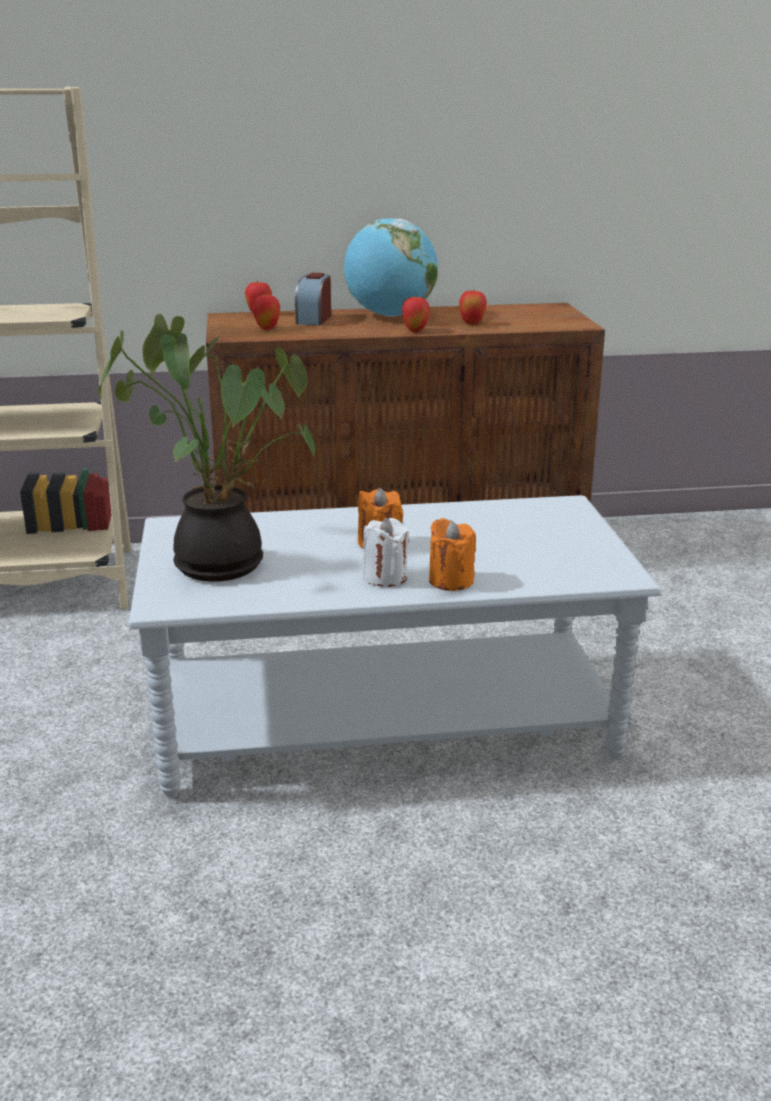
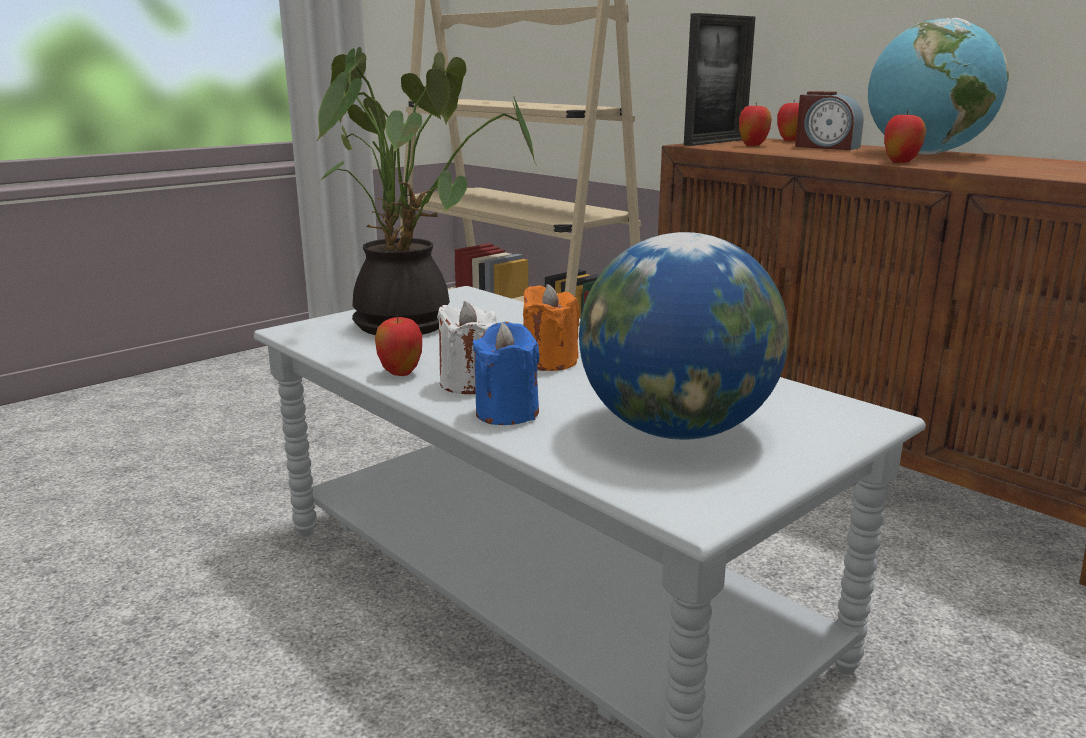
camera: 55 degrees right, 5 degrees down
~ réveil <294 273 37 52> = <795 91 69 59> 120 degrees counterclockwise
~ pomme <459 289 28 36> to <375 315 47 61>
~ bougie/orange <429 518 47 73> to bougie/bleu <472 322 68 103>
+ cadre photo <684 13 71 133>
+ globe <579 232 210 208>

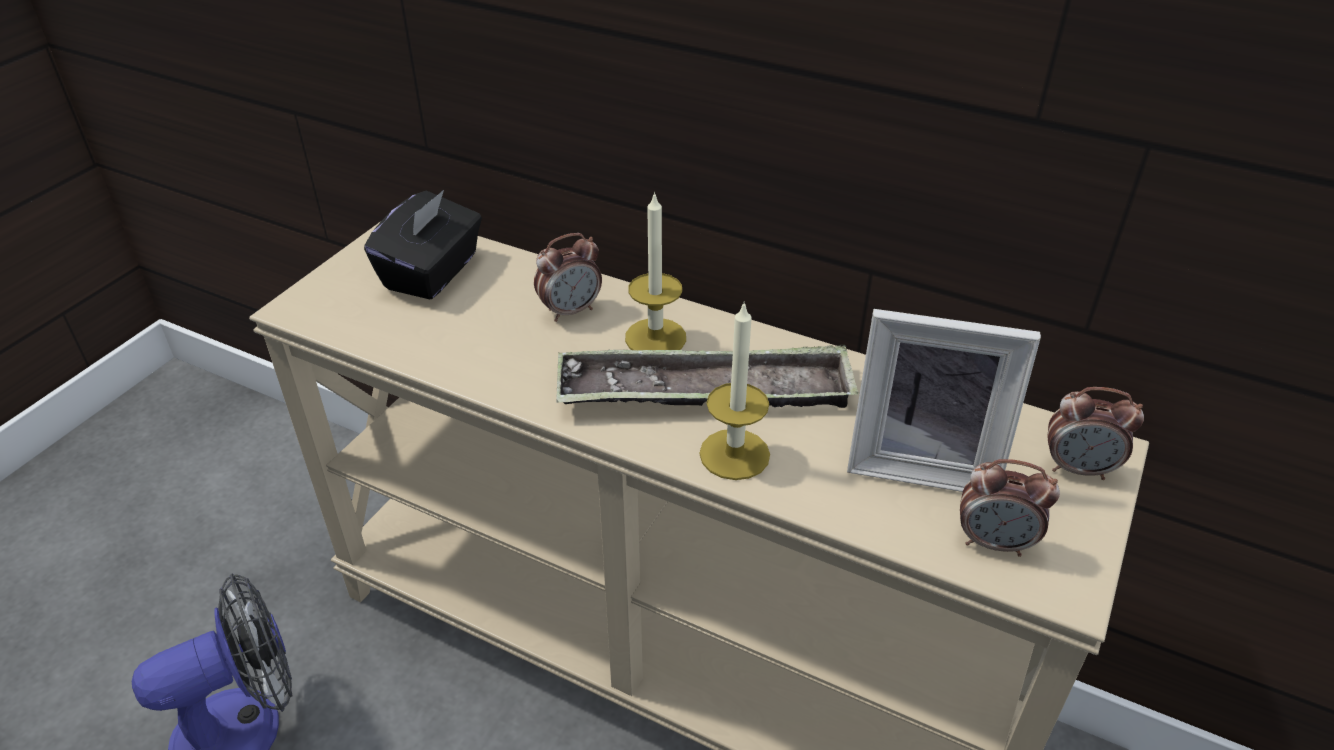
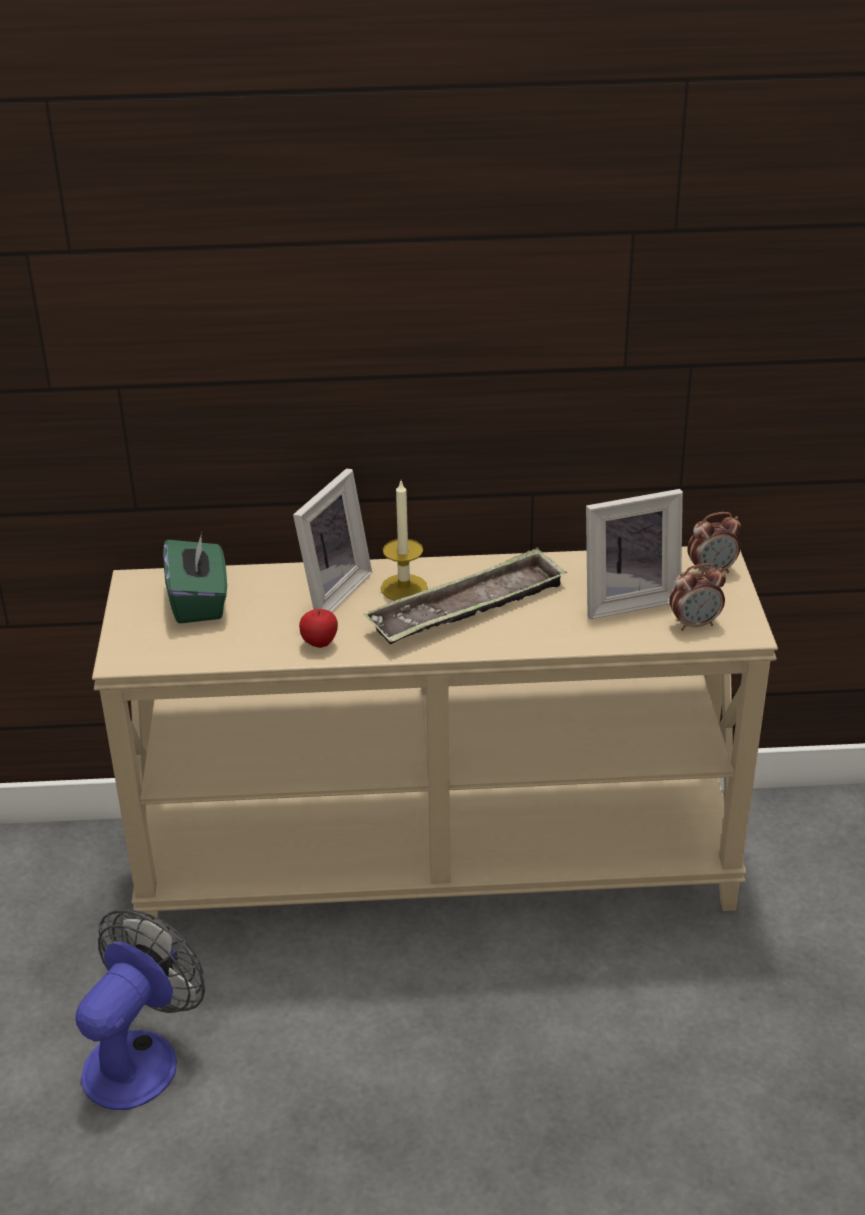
camera: 30 degrees left, 5 degrees down
~ boîte à mouchoirs/noir <364 190 118 110> to boîte à mouchoirs/vert <163 533 64 90>
~ réveil <534 233 68 89> to cadre photo <293 468 79 144>
- bougie <699 301 71 179>
+ pomme <299 609 39 39>

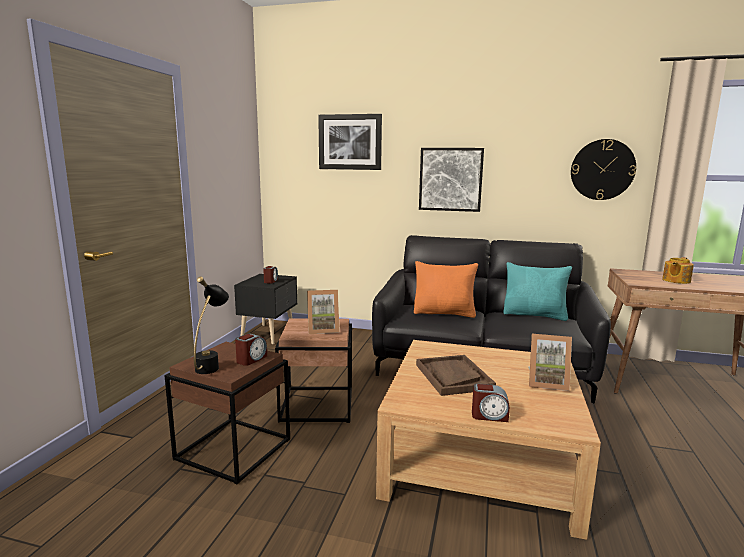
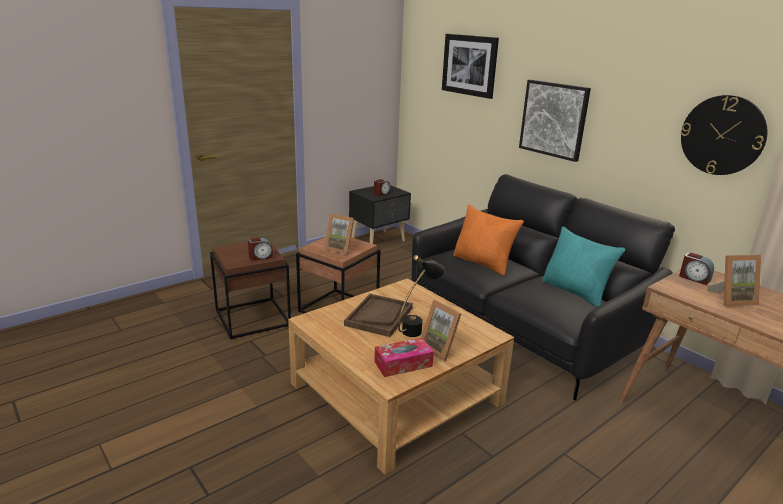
camera: 35 degrees right, 10 degrees up
~ théière <662 257 32 27> to cadre photo <707 255 54 51>
~ lampe de table/noir <194 277 35 97> to <398 255 47 82>
~ réveil <472 383 38 39> to <679 253 35 32>
+ boîte à mouchoirs <374 338 60 39>

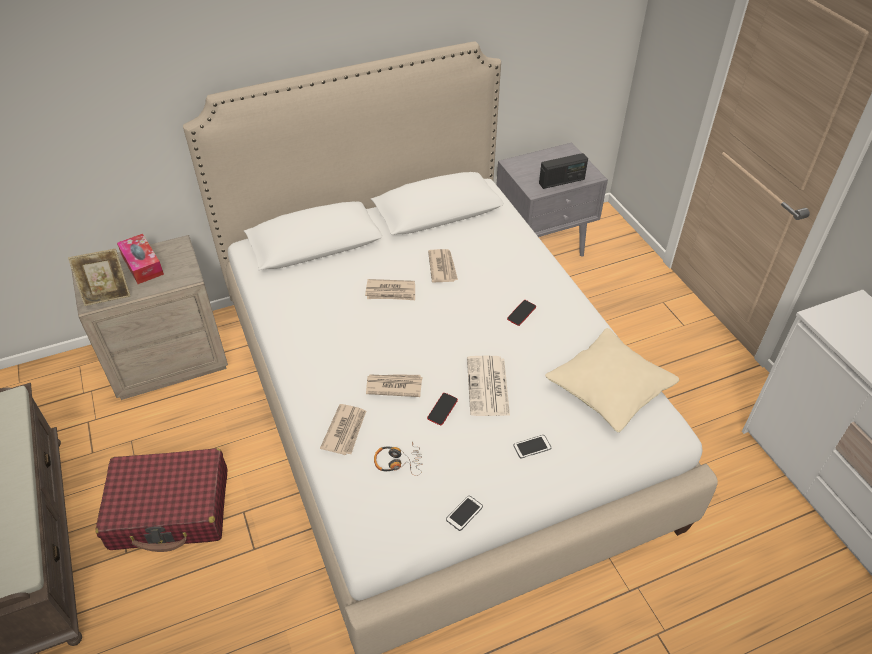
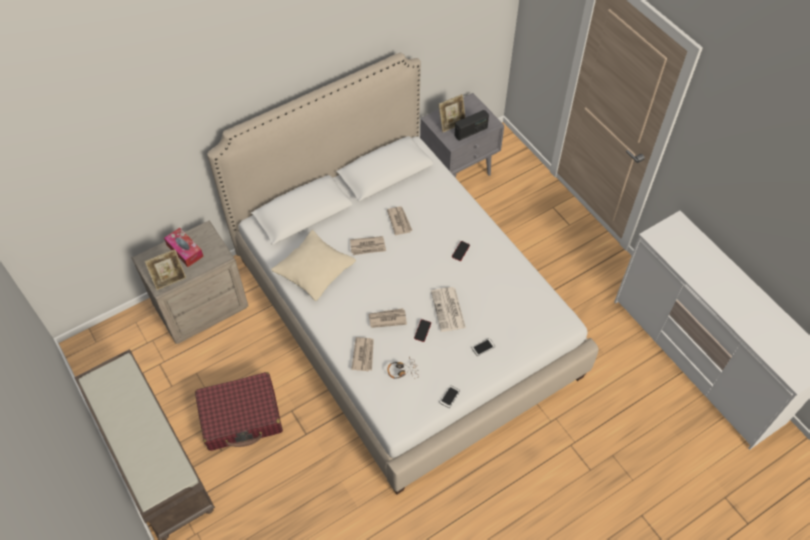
camera: 10 degrees left, 10 degrees up
~ coussin/beige <545 328 134 104> to <271 230 85 71>
+ cadre photo <438 94 28 39>

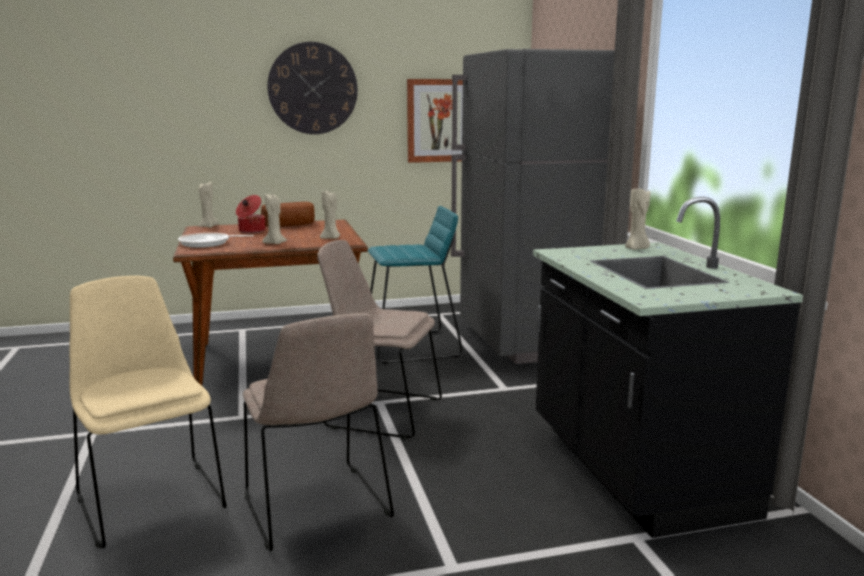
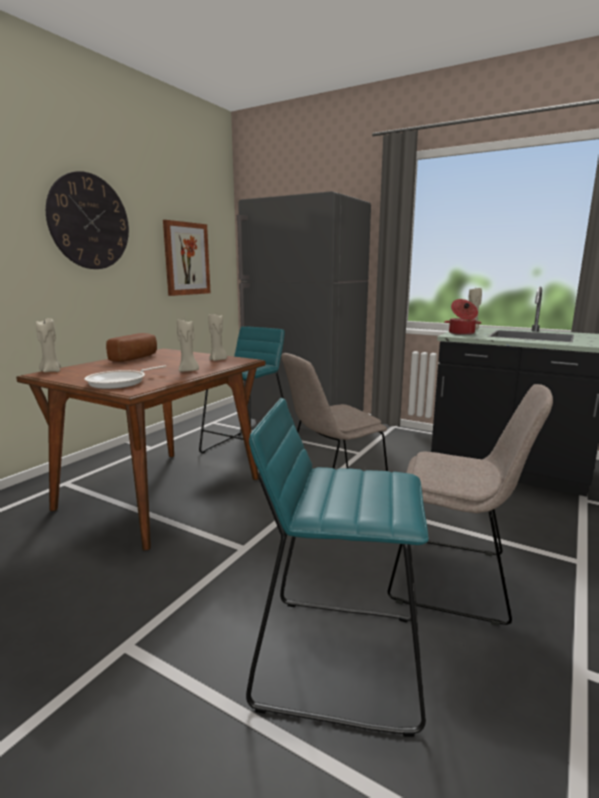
camera: 45 degrees left, 0 degrees up
~ marmite <236 195 30 38> to <444 299 38 36>
~ chaise/beige <69 276 158 272> to tabouret/turquoise <246 398 182 339>

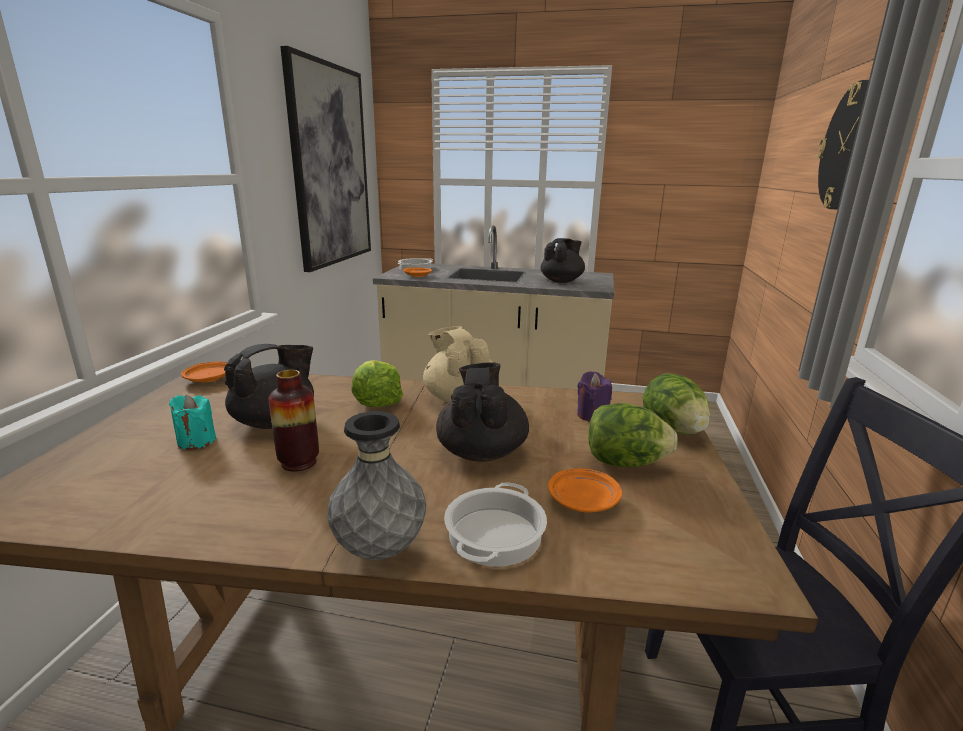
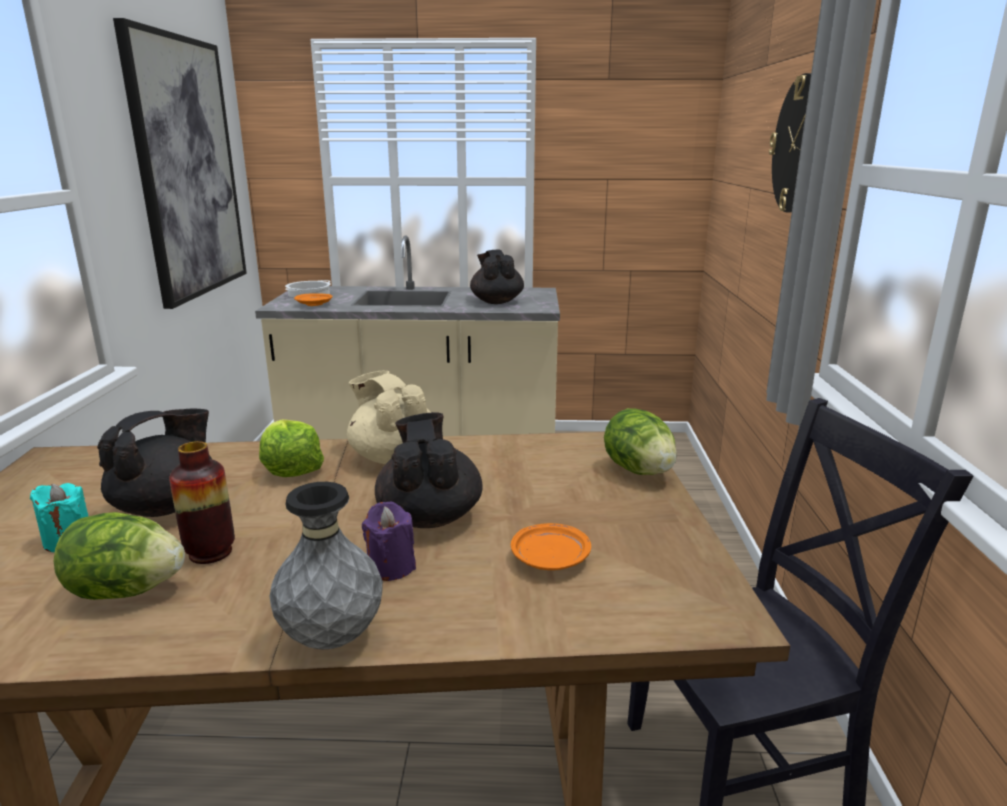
camera: 10 degrees left, 0 degrees up
~ théière/noir <540 238 45 45> = <470 249 54 55> 45 degrees counterclockwise
- assiette/orange <181 361 46 21>
~ bougie/violet <577 371 35 51> to <362 501 54 80>
~ laitue <588 403 89 64> to <54 512 131 88>
- marmite <444 482 103 85>

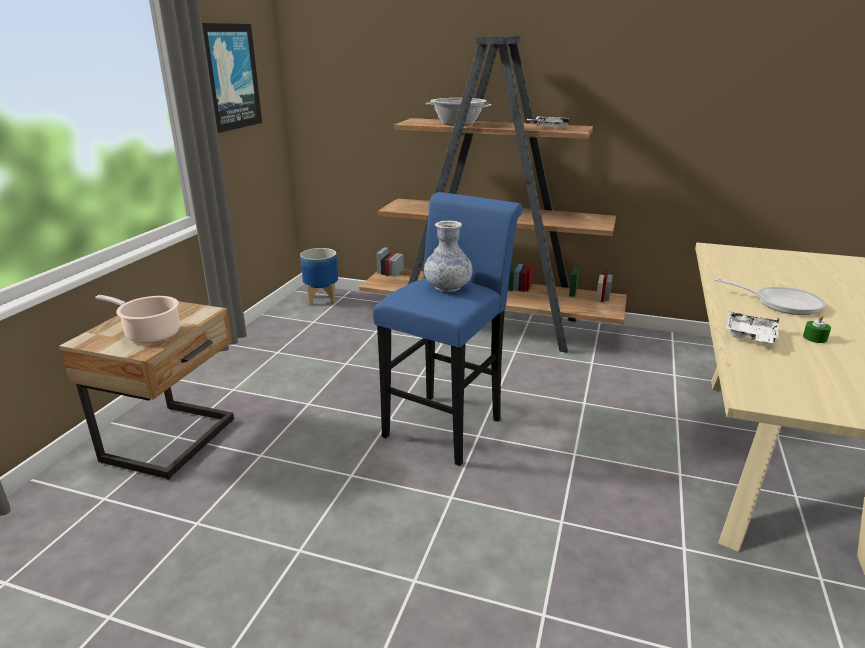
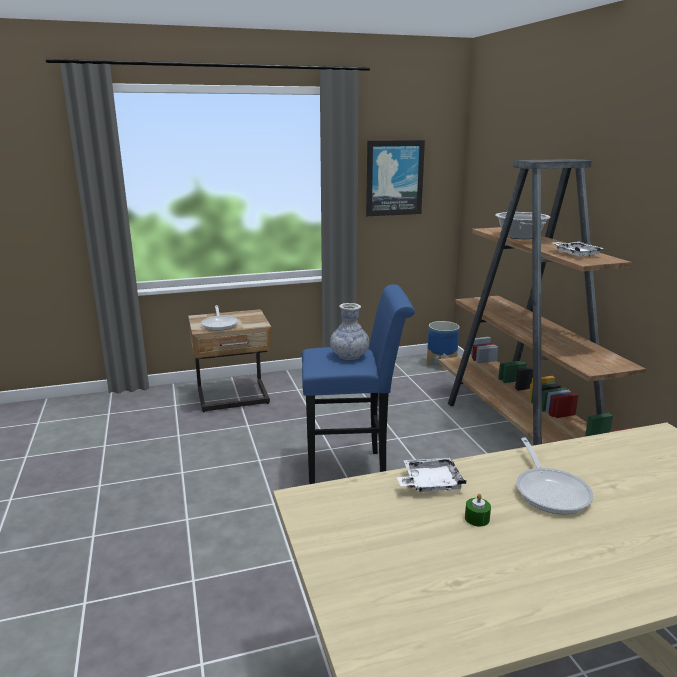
camera: 55 degrees right, 5 degrees down
~ marmite <95 295 85 48> to poêle <201 305 37 26>

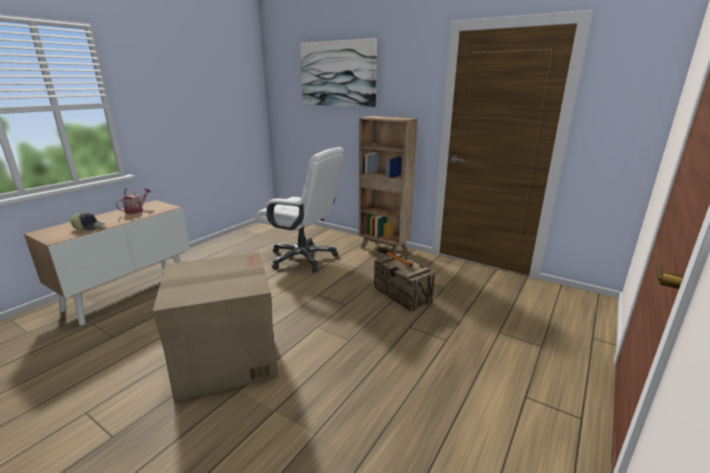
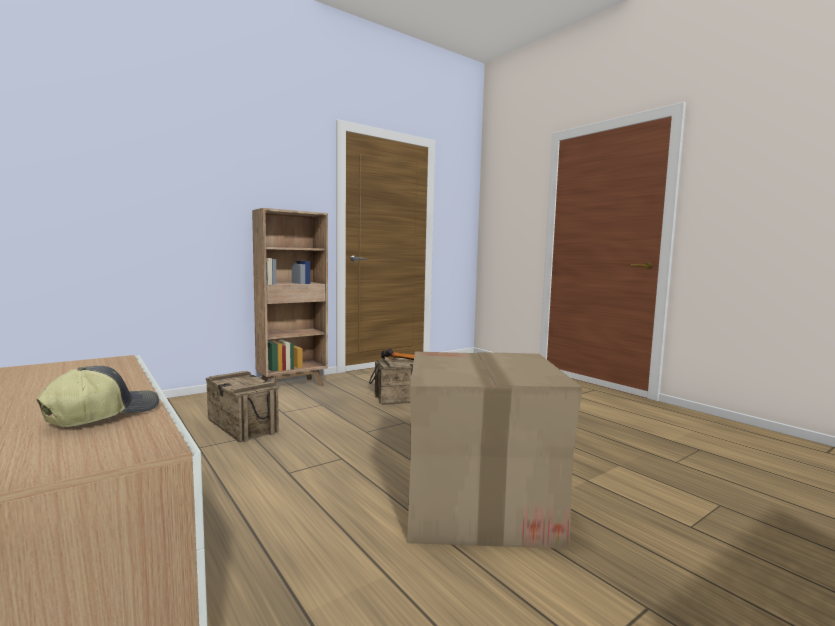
camera: 70 degrees left, 15 degrees down
- tableau <300 38 77 69>
~ chaise de bureau/blanc <255 147 89 125> to caisse <206 371 73 71>
- arrosoir <116 188 36 26>

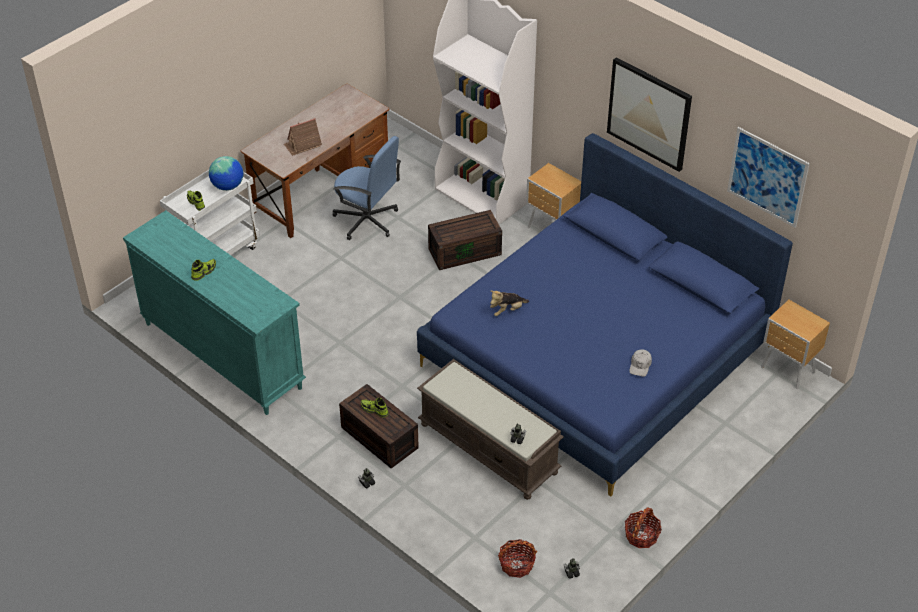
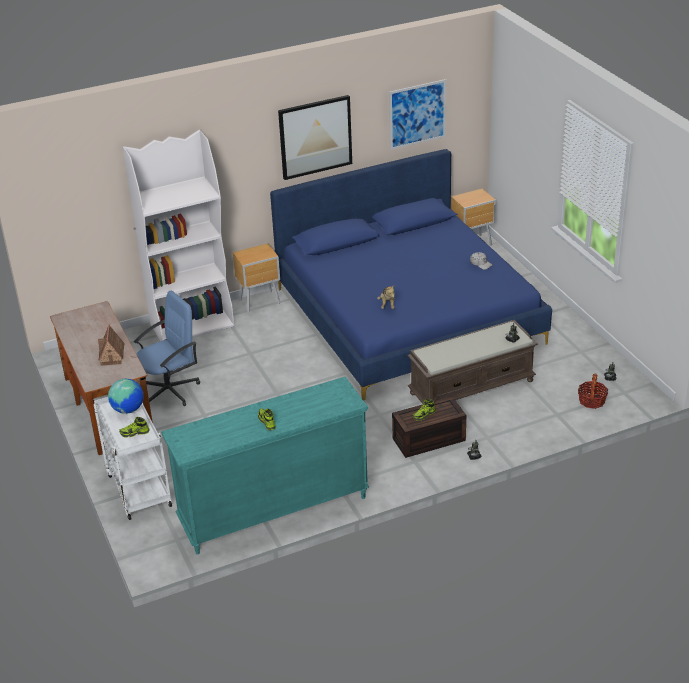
camera: 65 degrees left, 10 degrees down
- boîte de rangement/marron <428 210 74 60>
- panier <625 508 37 40>

